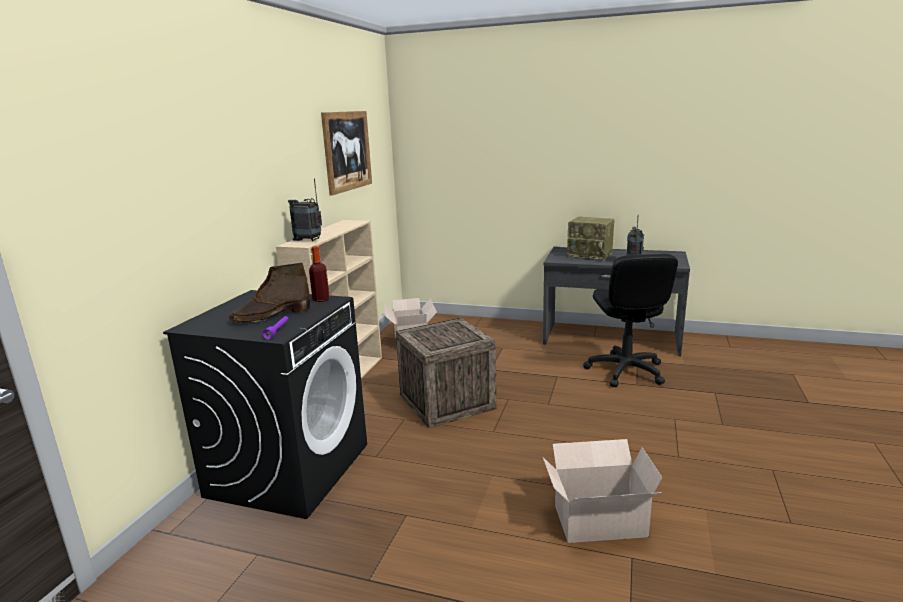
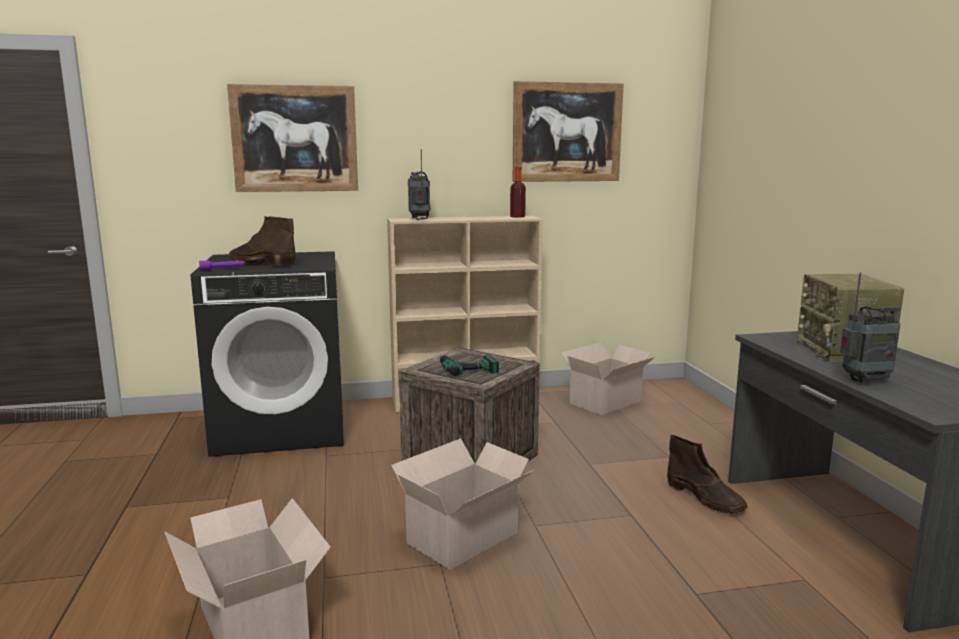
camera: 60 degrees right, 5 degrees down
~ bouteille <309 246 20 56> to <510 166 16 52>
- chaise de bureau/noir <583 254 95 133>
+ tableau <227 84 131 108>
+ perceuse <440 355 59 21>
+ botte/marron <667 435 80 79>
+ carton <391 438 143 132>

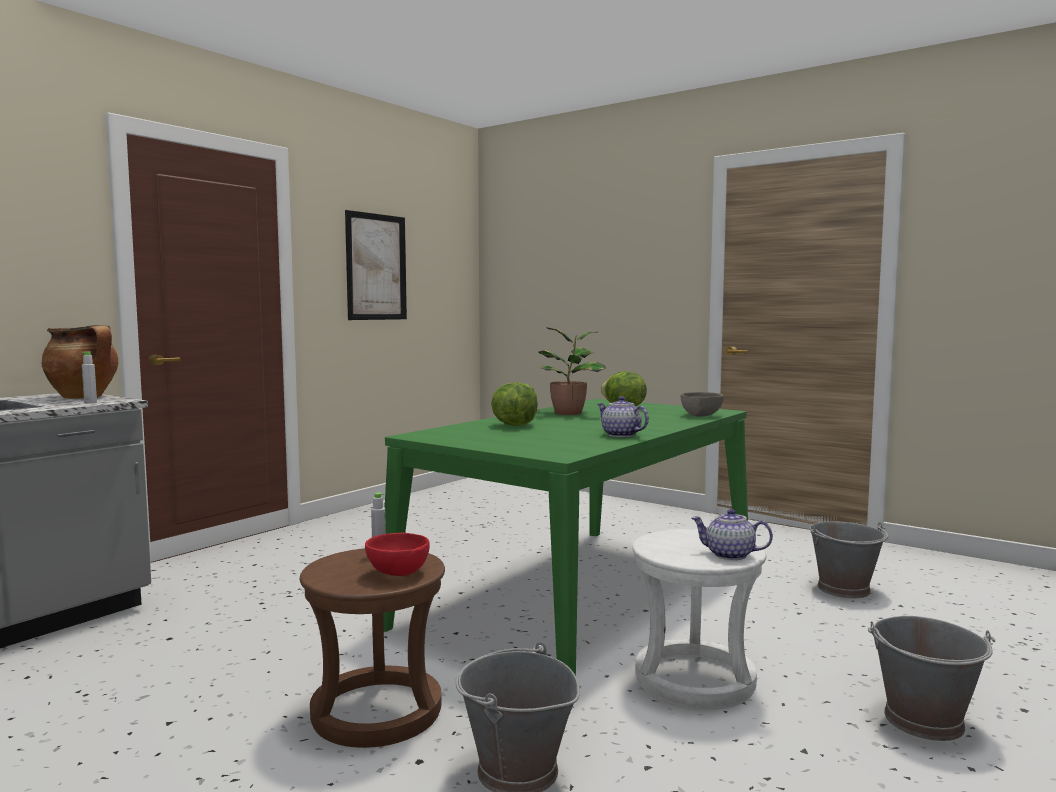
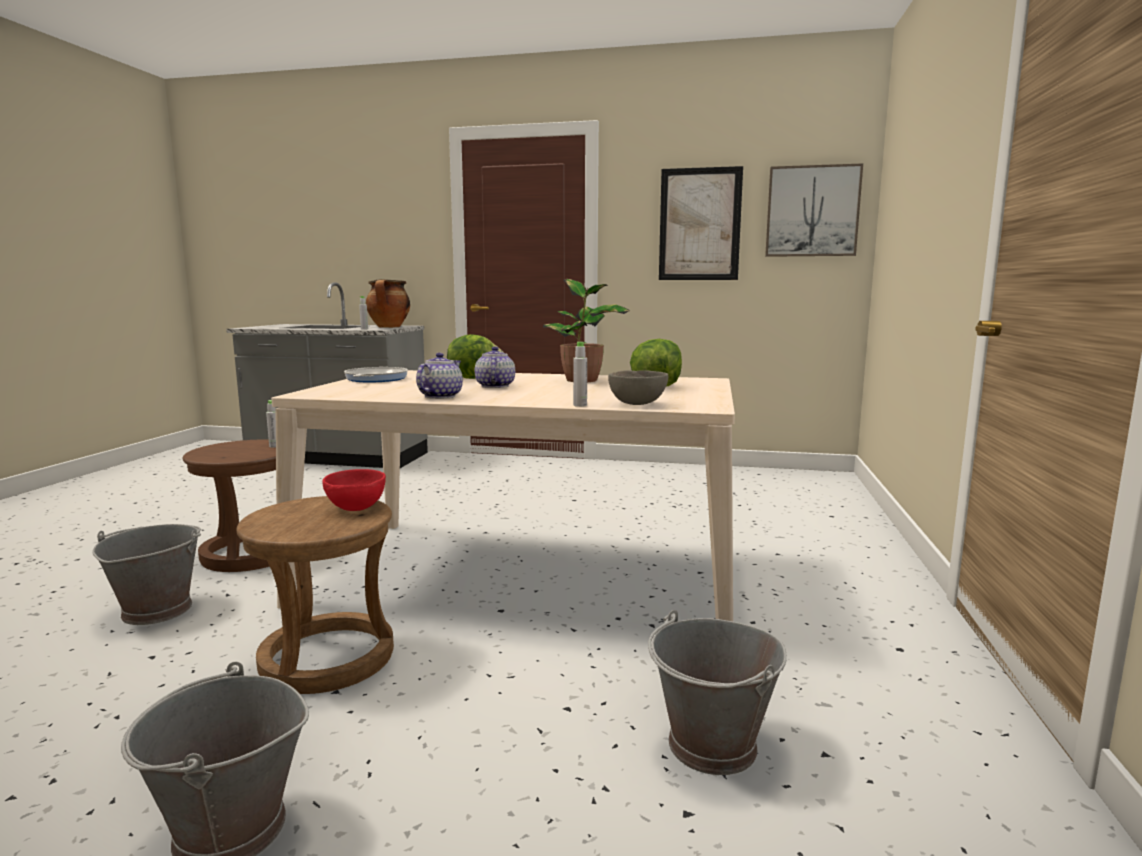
camera: 65 degrees right, 5 degrees up
~ table à manger/vert <383 399 365 277> to table à manger/beige <271 370 464 251>
~ théière <691 509 82 51> to <475 346 40 42>
~ tabouret/blanc <632 529 134 181> to tabouret/marron <236 496 158 198>
~ bol/rouge <365 533 65 43> to <322 469 64 42>
+ tableau <765 163 98 94>
+ bouteille/gris <573 342 14 65>
+ poêle <344 367 64 15>

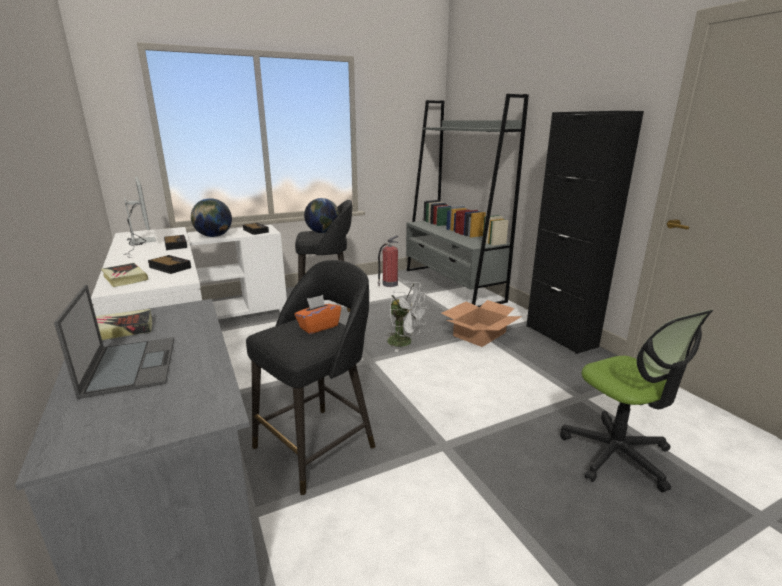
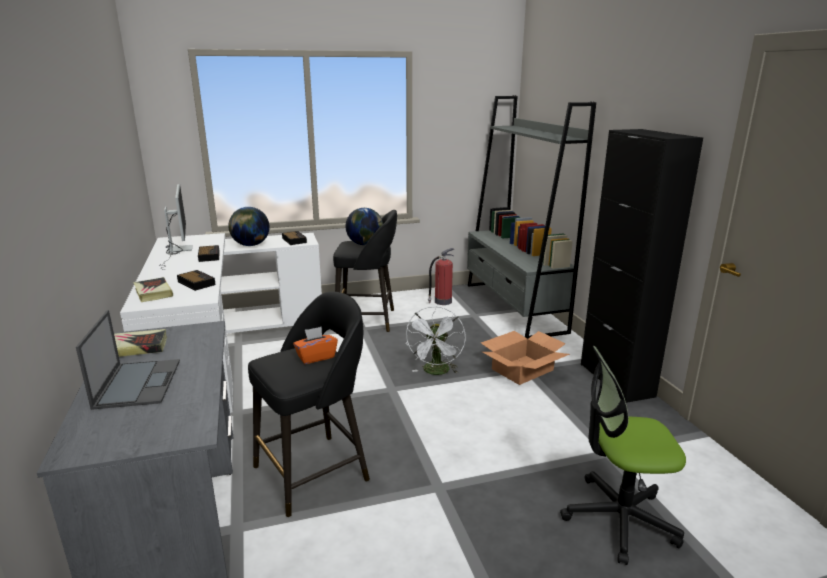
camera: 10 degrees right, 0 degrees up
~ ventilateur/blanc <386 281 43 71> = <406 306 60 69> 60 degrees clockwise
~ chaise de bureau <560 310 153 182> = <560 346 126 219> 105 degrees clockwise

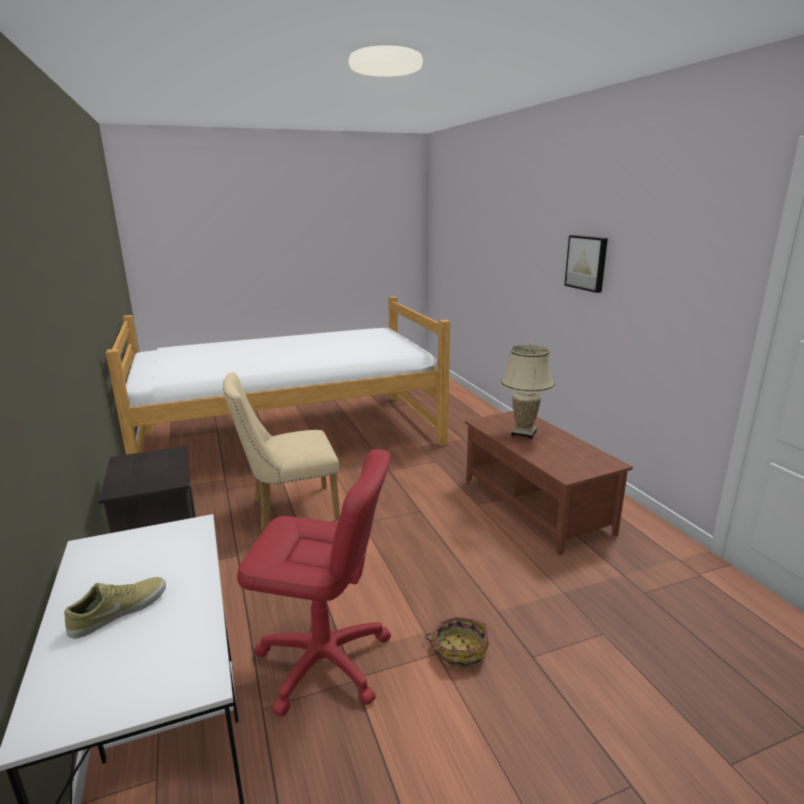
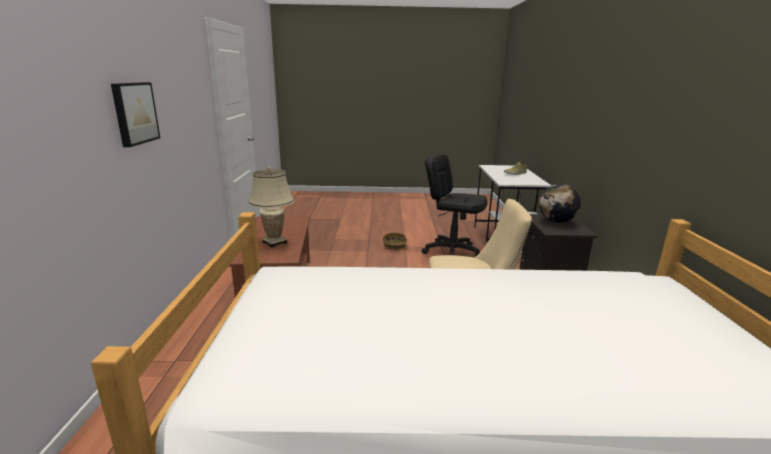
camera: 160 degrees left, 0 degrees up
~ chaise de bureau/rouge <237 449 154 268> to chaise de bureau/noir <422 154 66 102>
+ globe <539 184 42 39>

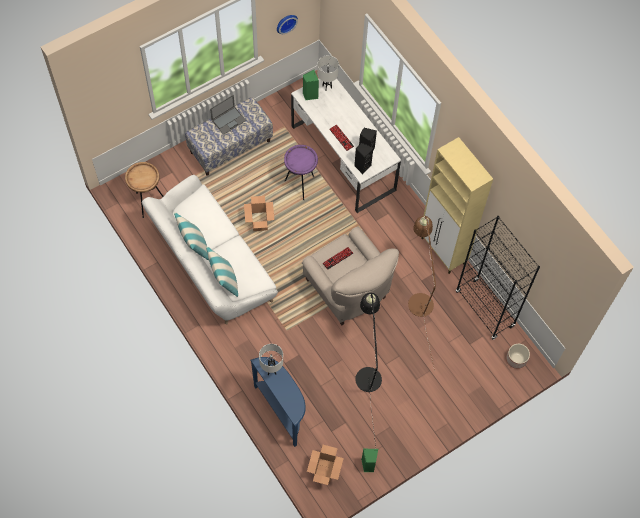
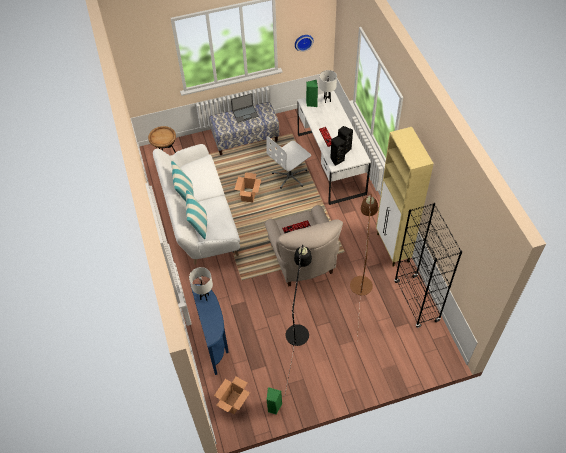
camera: 20 degrees right, 10 degrees down
~ table d'appoint/violet <284 145 34 56> to chaise de bureau/blanc <266 136 45 53>
- cache-pot <506 344 24 25>

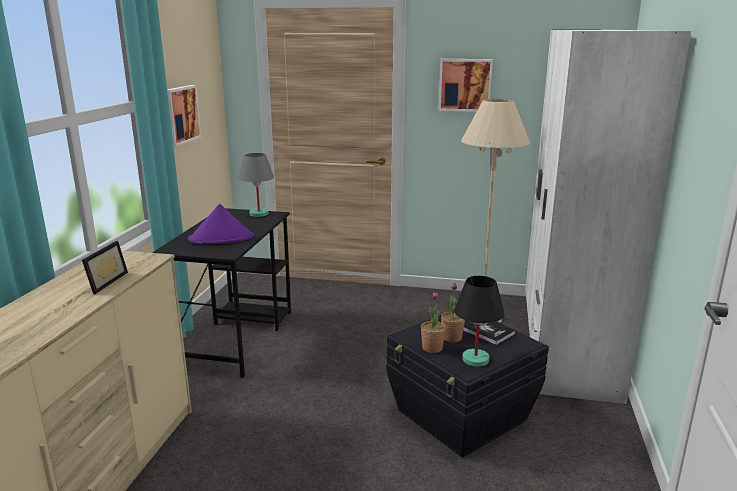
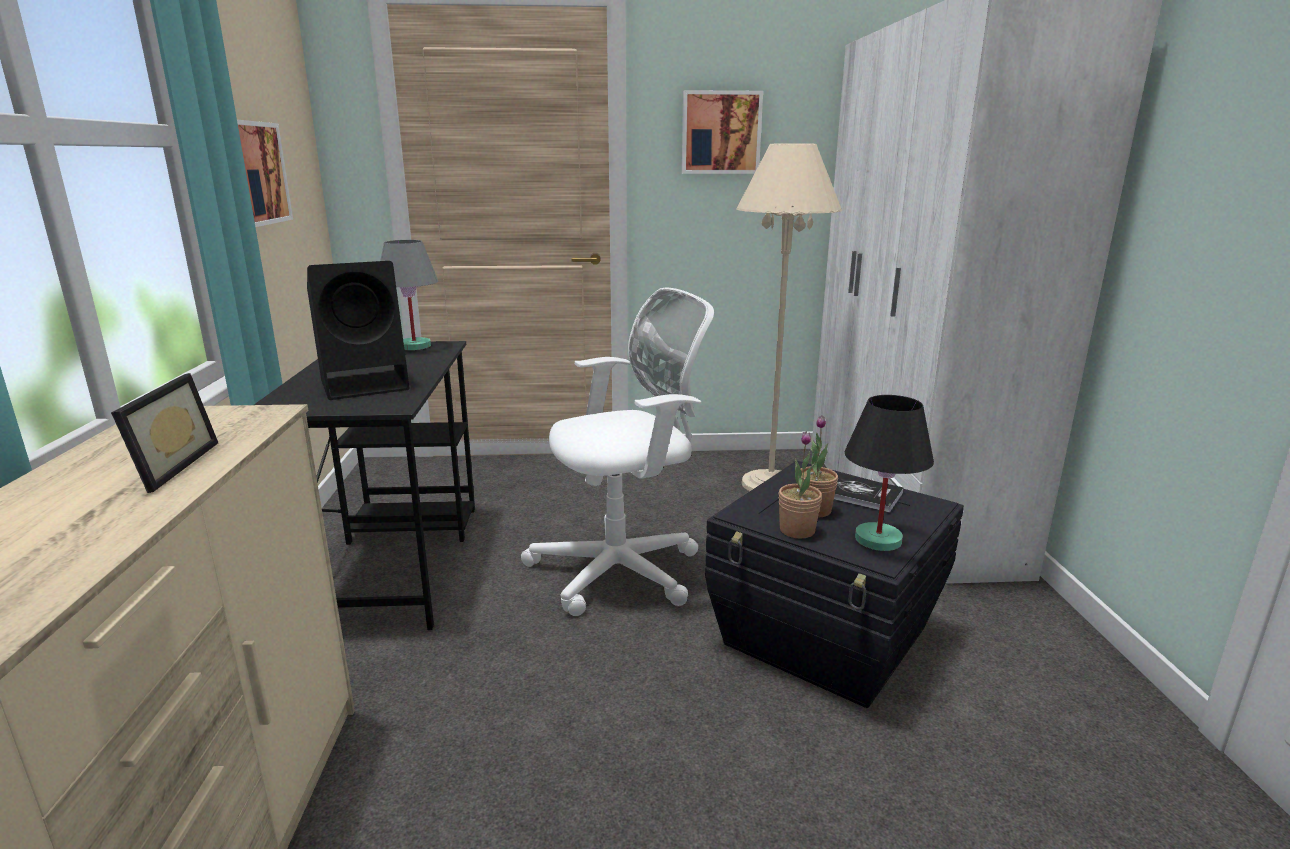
camera: 15 degrees left, 0 degrees up
~ chapeau/violet <188 204 66 40> to enceinte/noir <307 261 102 139>
+ chaise de bureau/blanc <521 288 193 328>

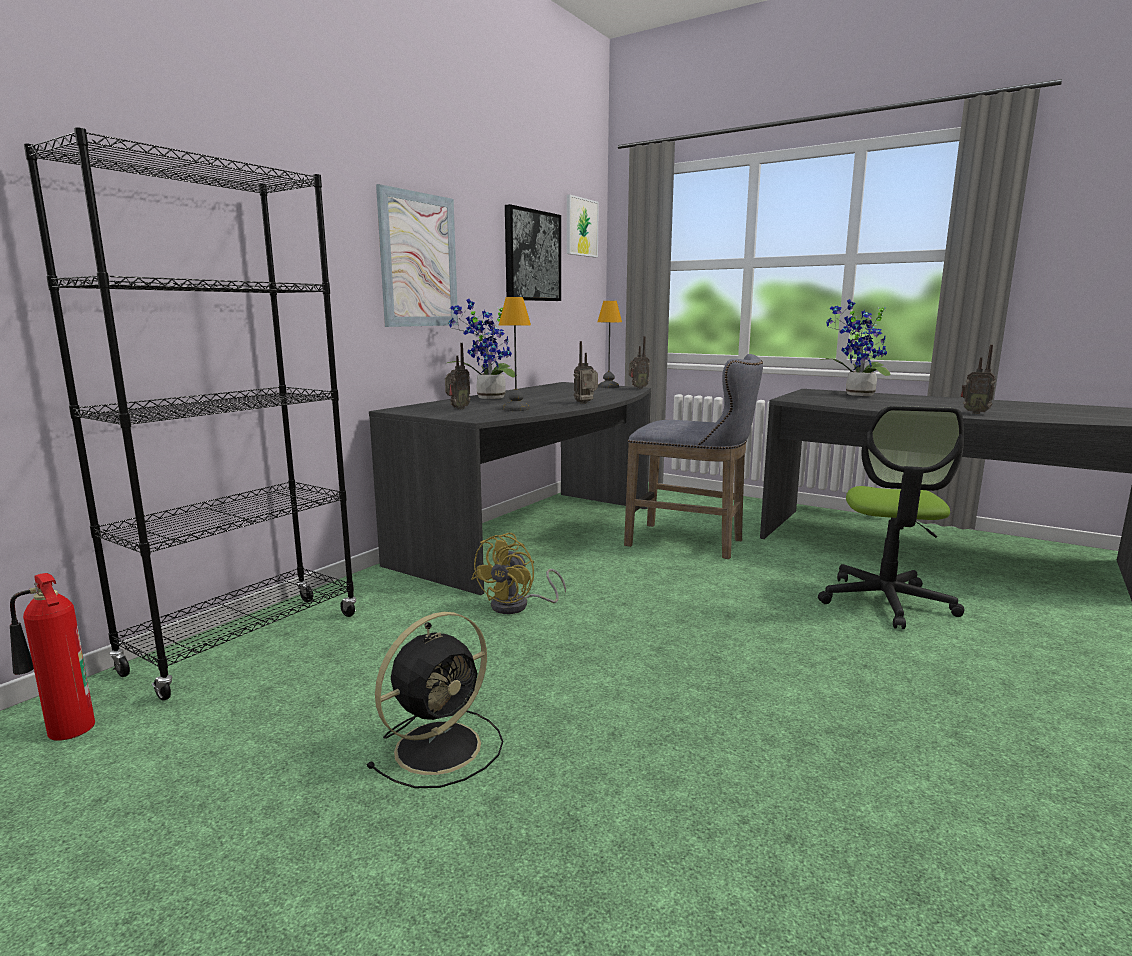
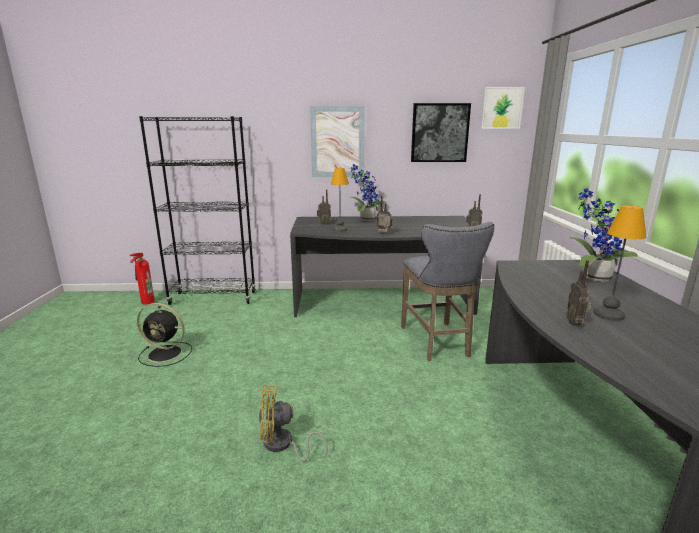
camera: 55 degrees right, 5 degrees up
~ lampe de table <598 301 24 87> to <594 205 52 116>
- chaise de bureau <818 406 146 223>
~ ventilateur/jaune <471 533 95 81> to <259 386 69 76>

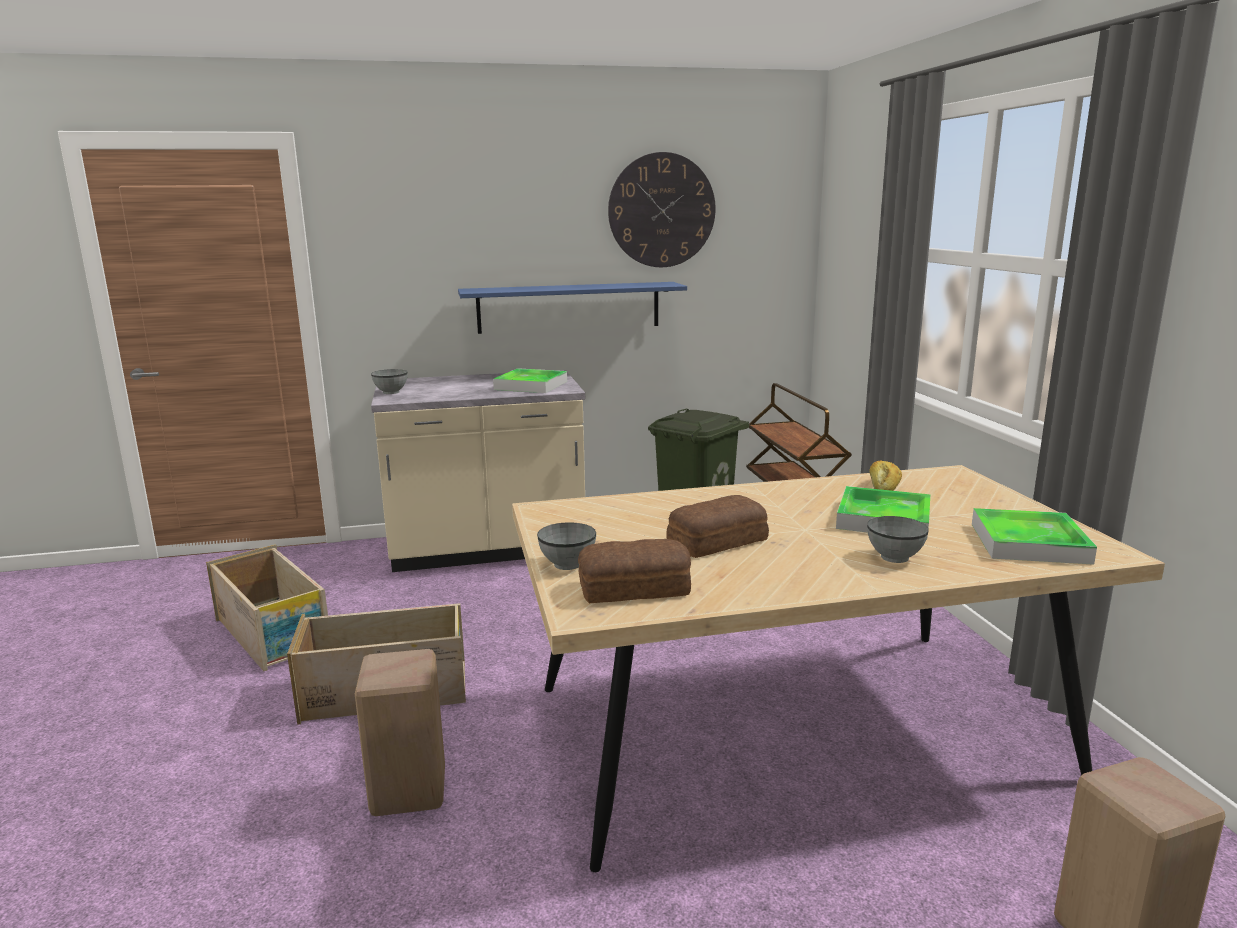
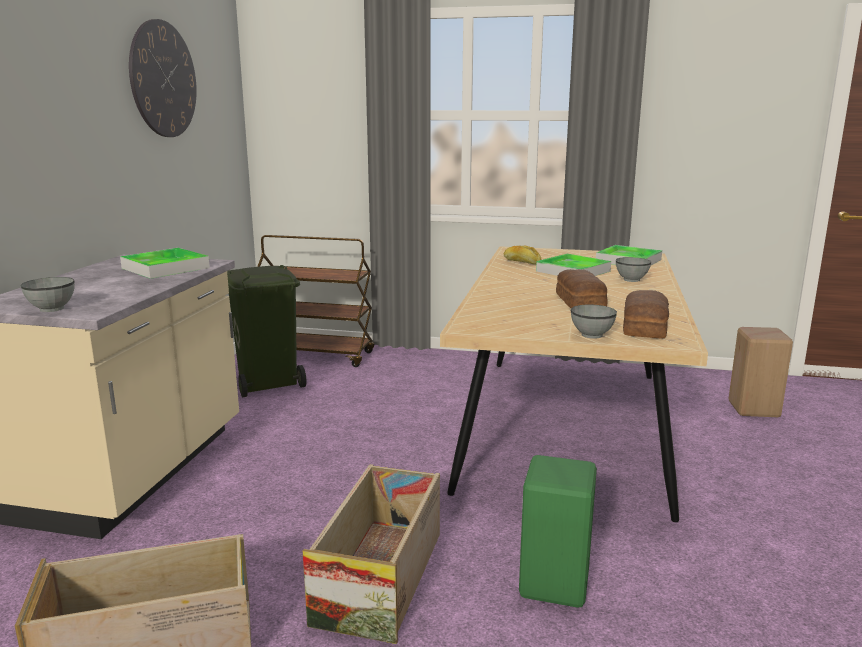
camera: 65 degrees left, 0 degrees up
- étagère/bleu <458 282 229 52>
~ tabouret/beige <355 649 90 167> to tabouret/vert <519 455 78 153>

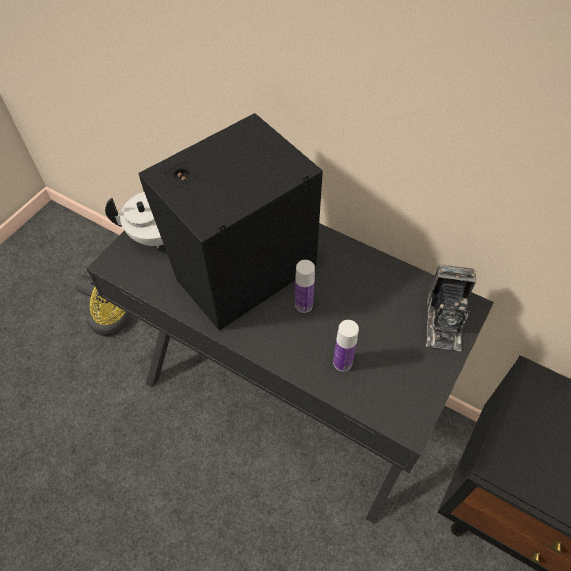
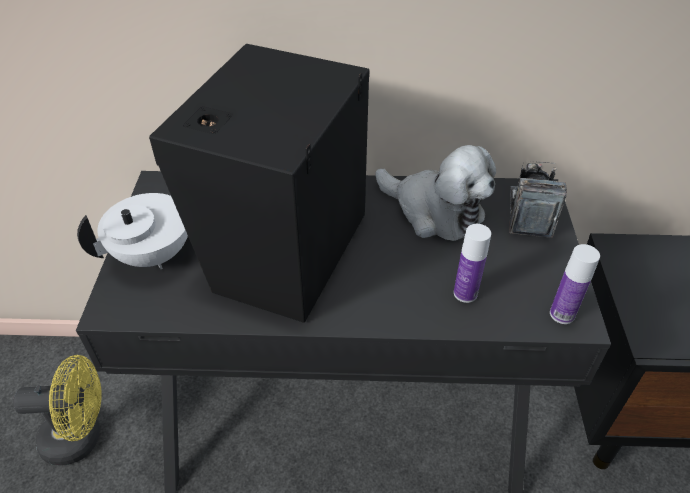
camera: 30 degrees left, 10 degrees down
~ bouteille <295 260 20 53> to <550 244 50 80>
~ appareil photo <426 265 51 86> = <509 161 58 77> 150 degrees counterclockwise
+ peluche <375 145 121 96>

